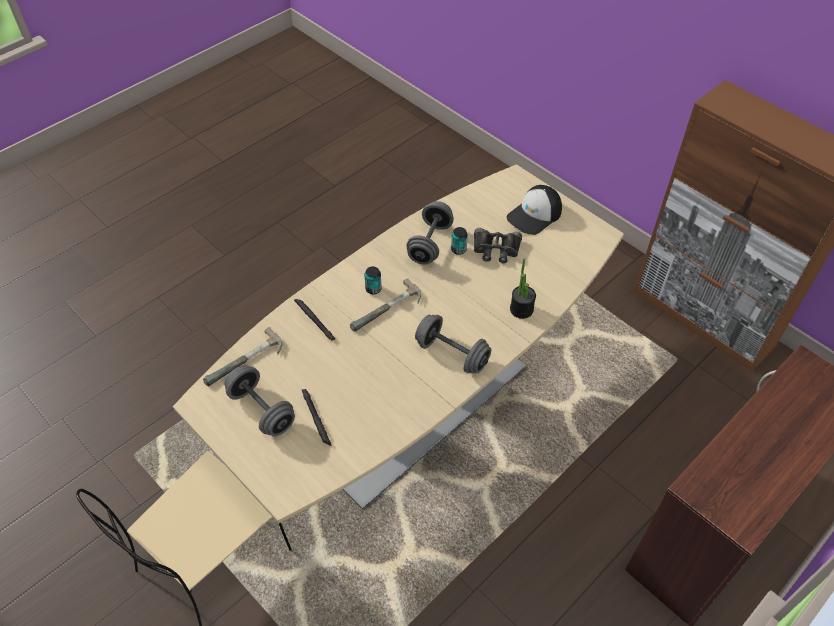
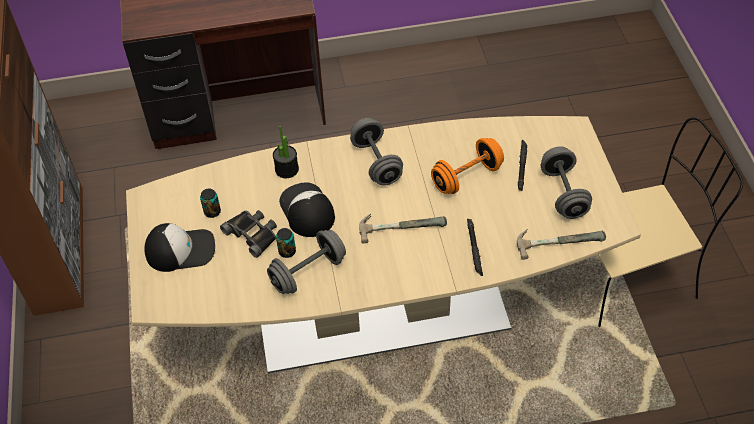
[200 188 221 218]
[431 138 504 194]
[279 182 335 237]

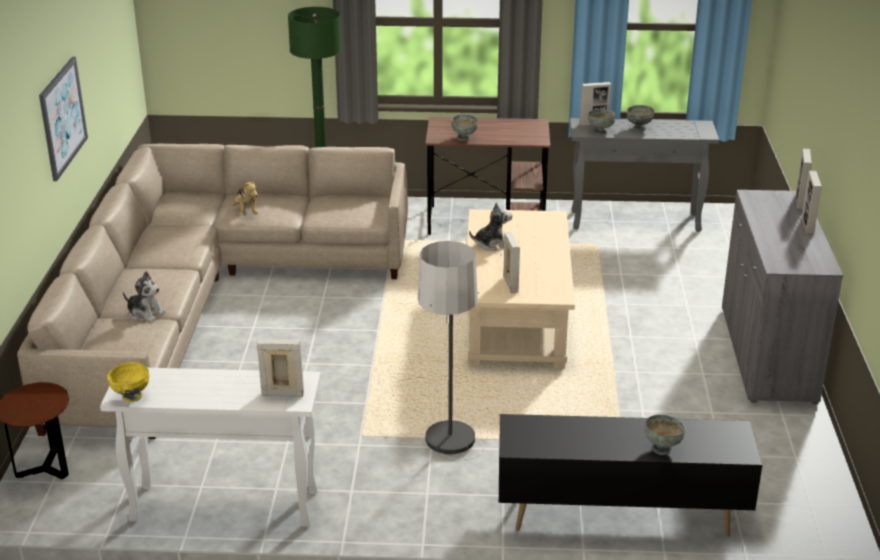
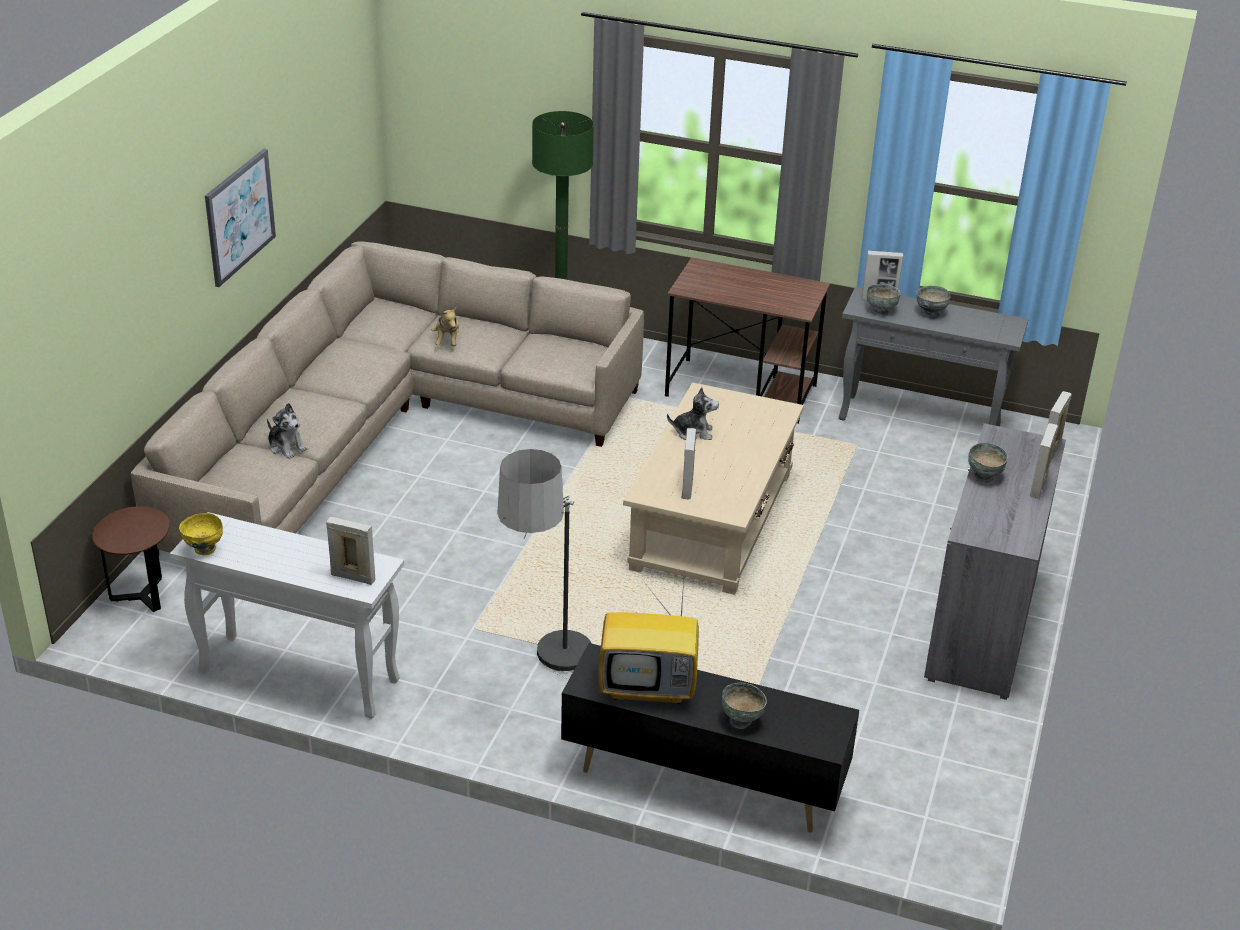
[968 443 1008 483]
[598 581 699 704]

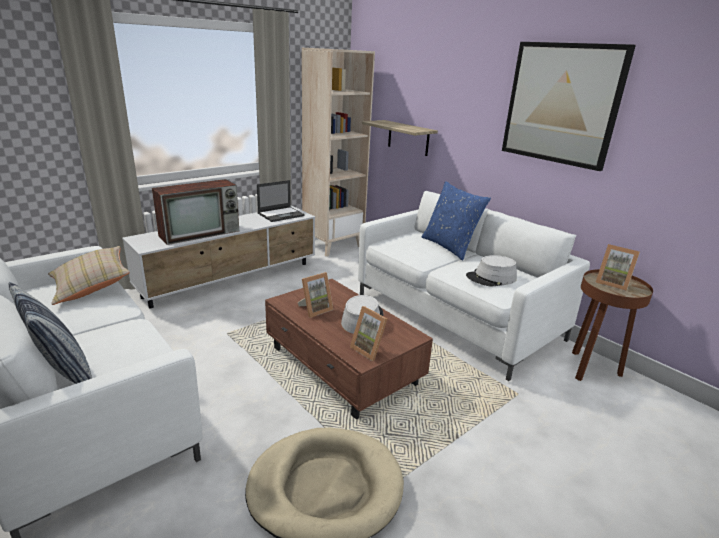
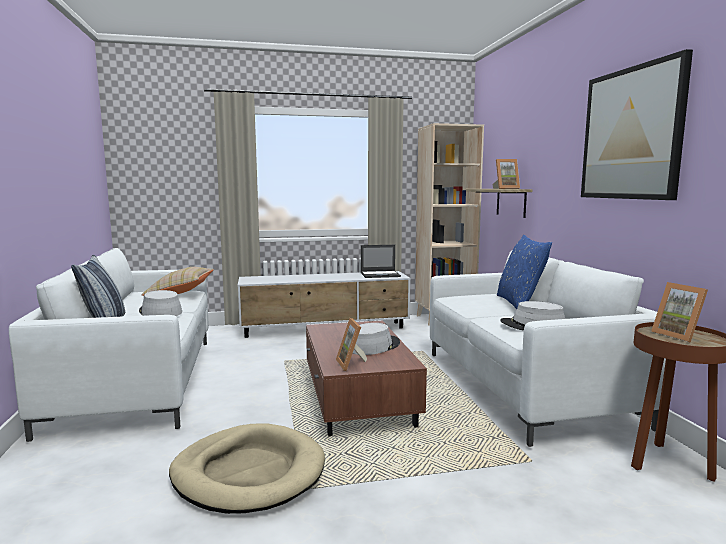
[152 179 239 245] (first image)
[492 159 520 189]
[139 290 182 316]

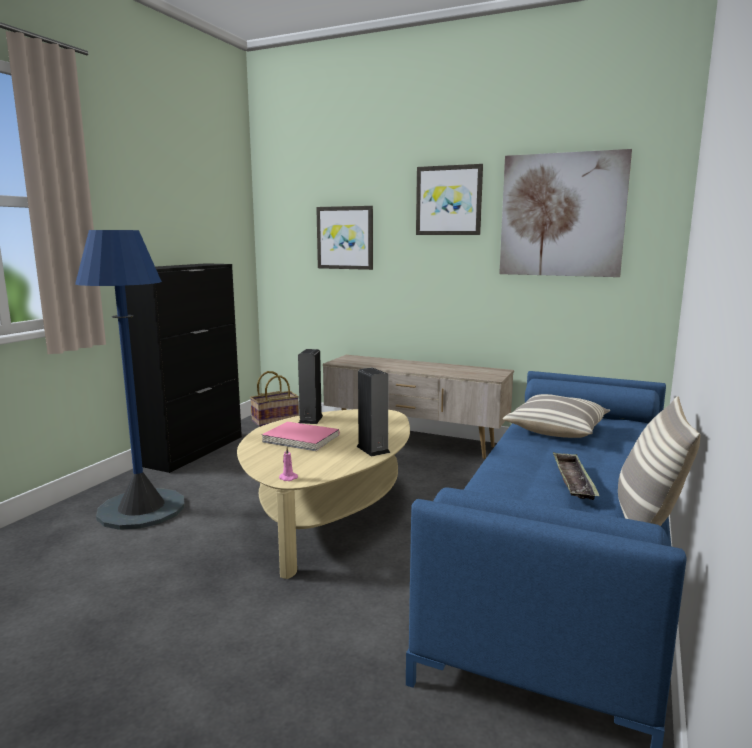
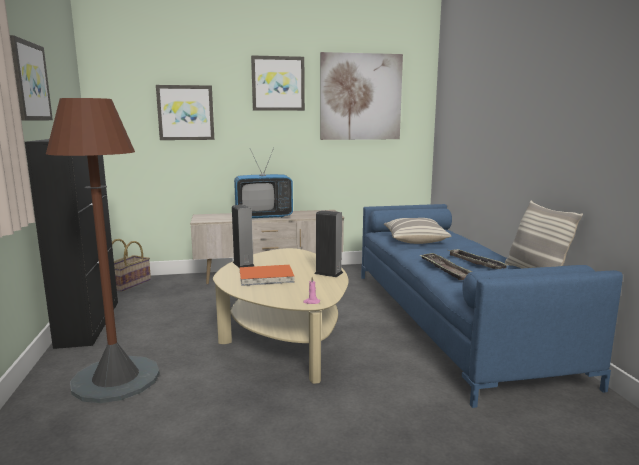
[46 98 160 403]
[240 265 294 286]
[10 35 53 121]
[234 148 293 218]
[419 253 473 280]

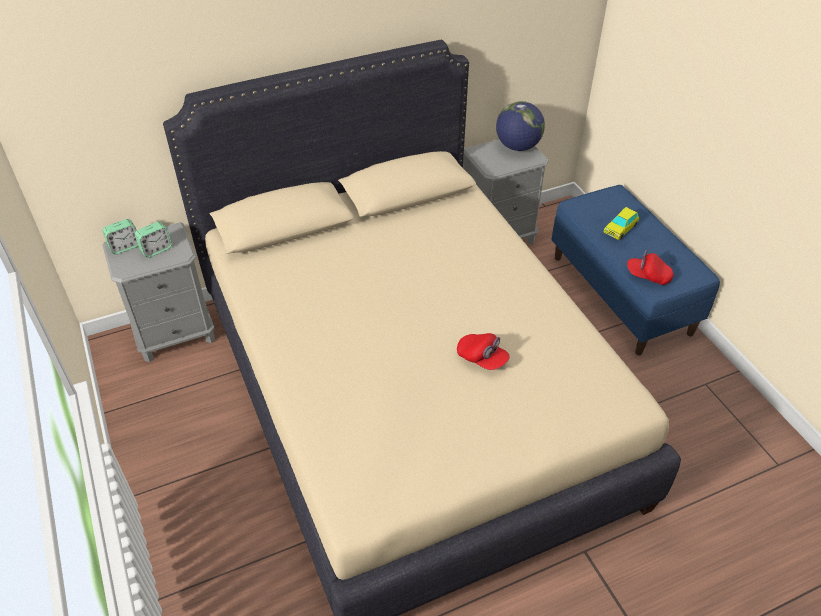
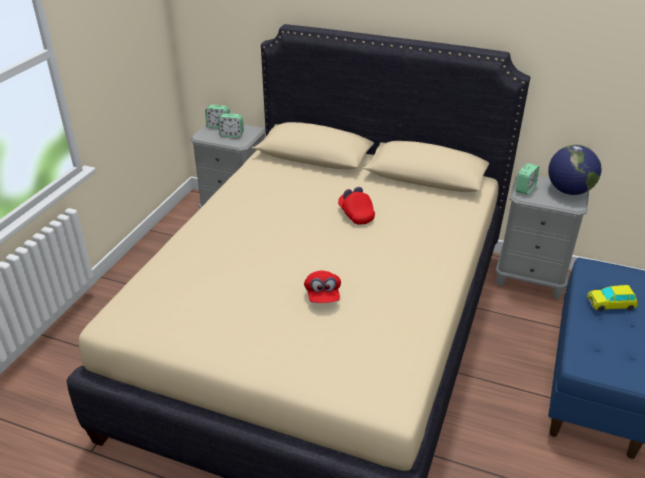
[338 187 375 224]
[516 163 539 195]

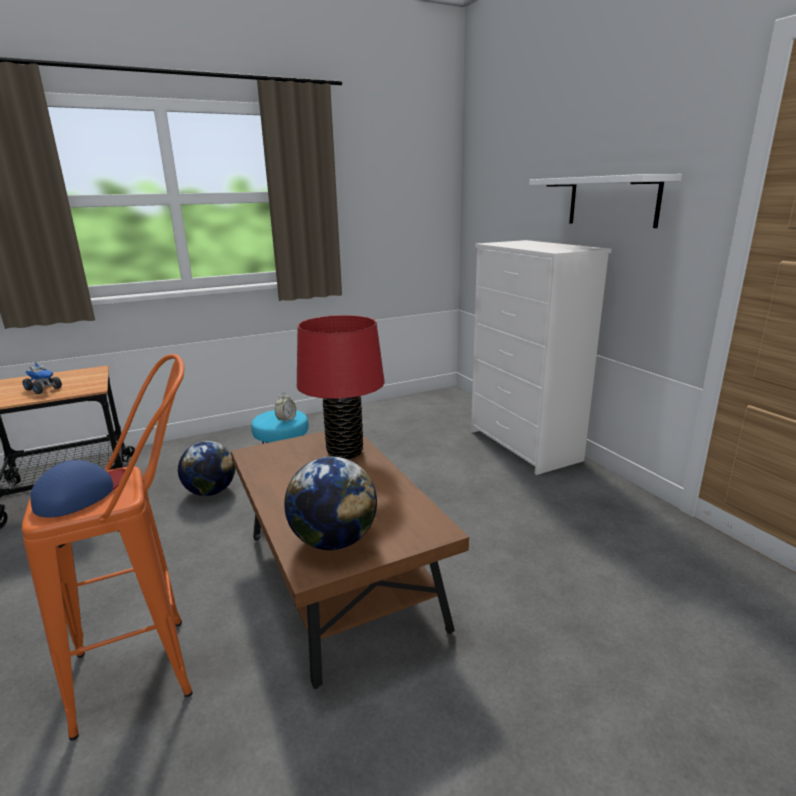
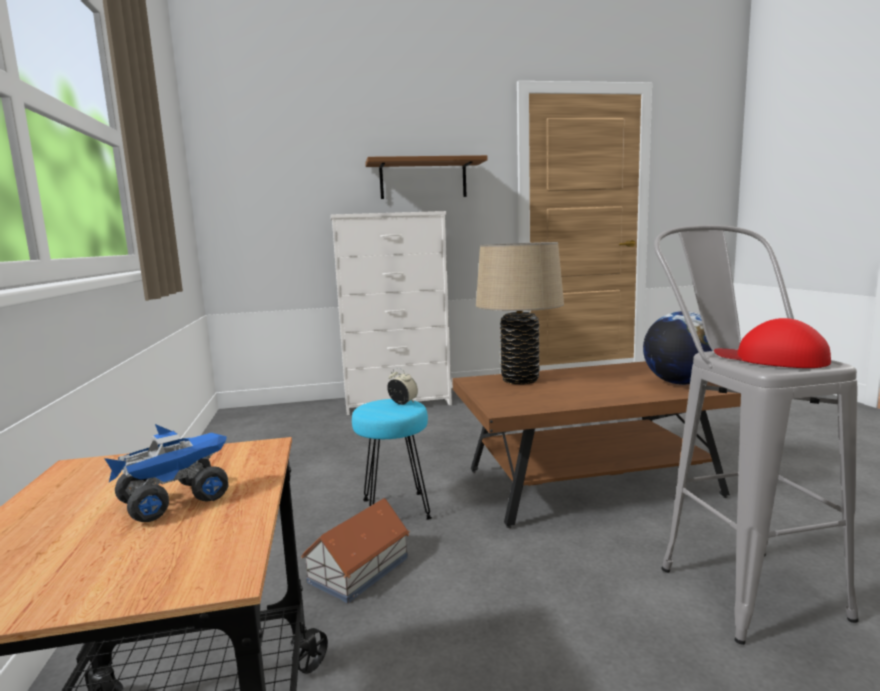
[365 155 488 199]
[476 242 564 384]
[654 225 859 645]
[301 498 410 603]
[714 318 831 368]

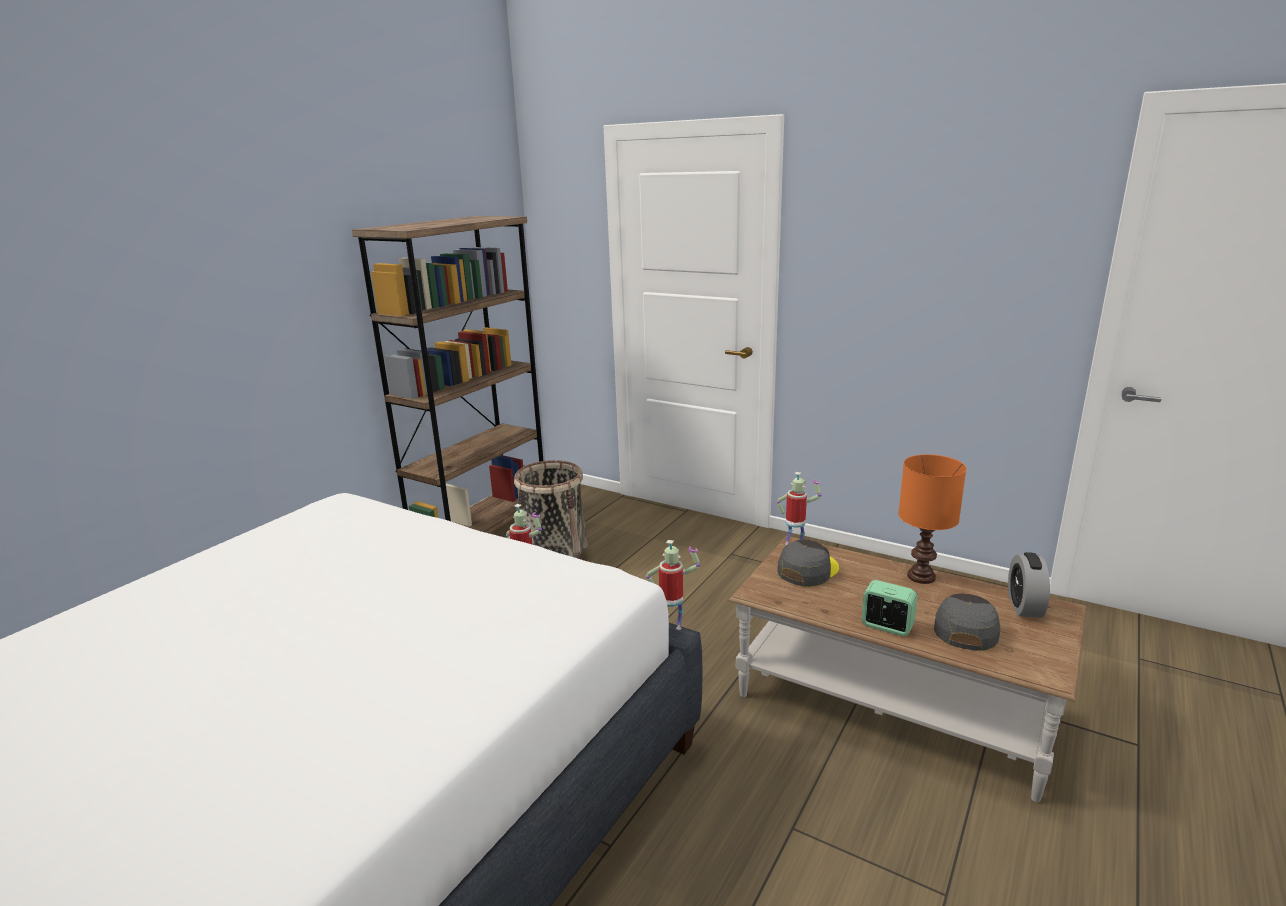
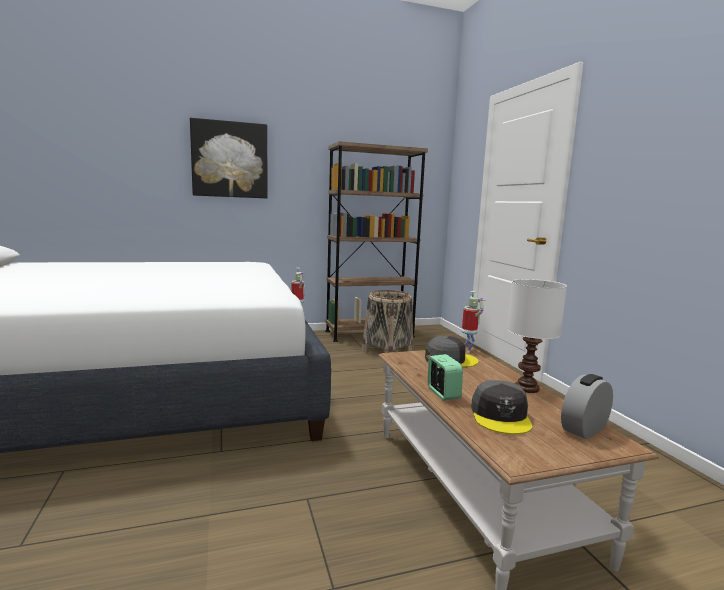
[507 279 567 393]
[646 540 701 630] (first image)
[471 380 532 434]
[190 118 268 198]

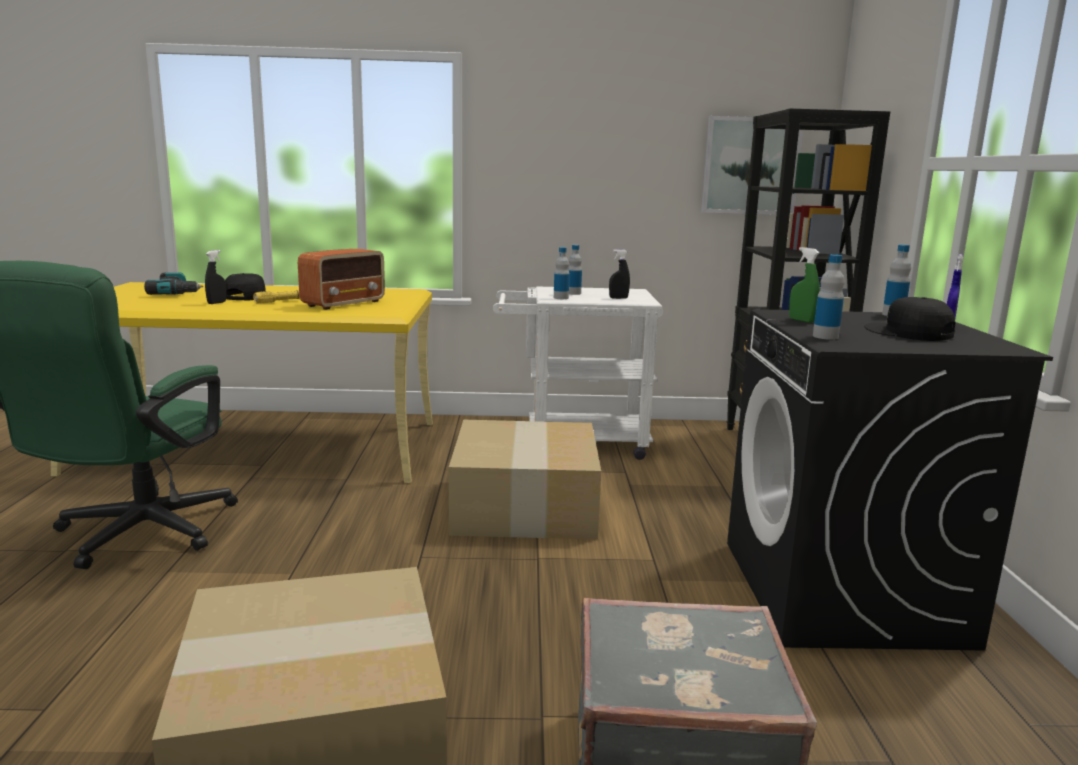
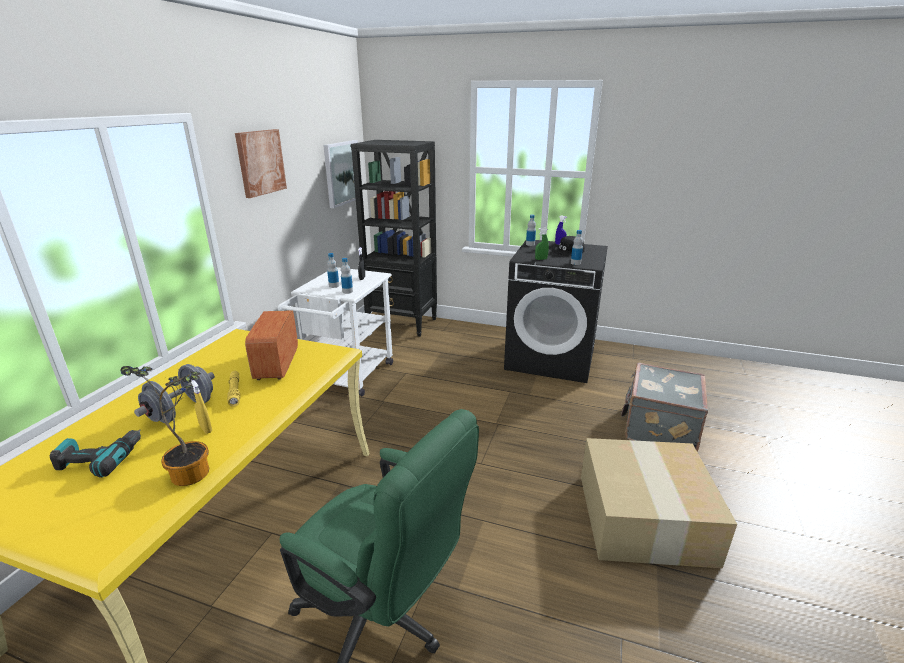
[245 310 298 380]
[191 380 212 434]
[134 364 215 423]
[449 420 601 539] (first image)
[235 129 287 198]
[120 366 209 486]

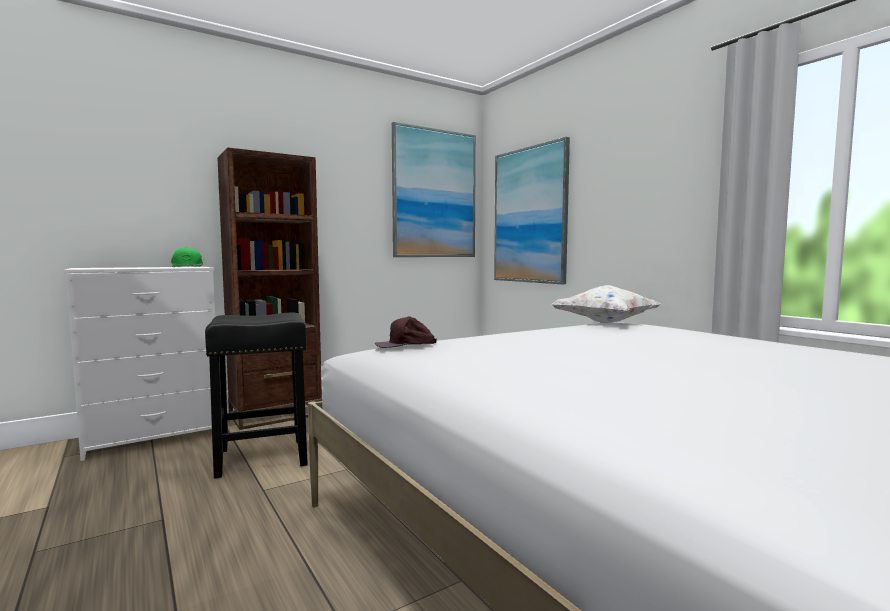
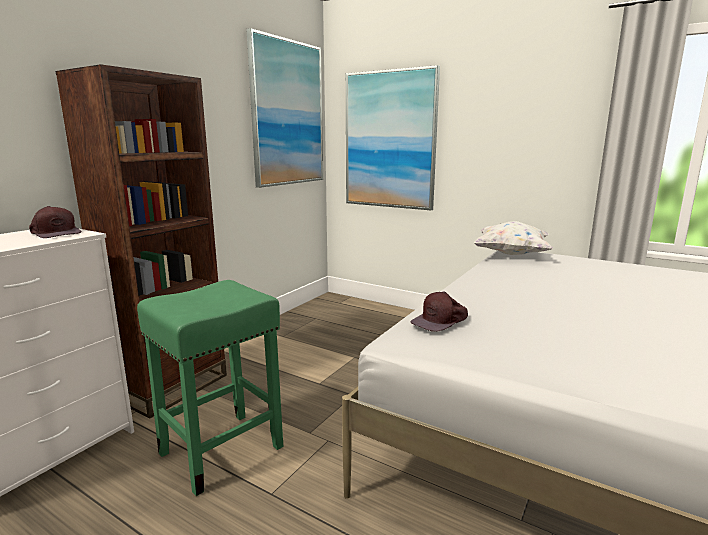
[29 206 82 238]
[137 280 283 496]

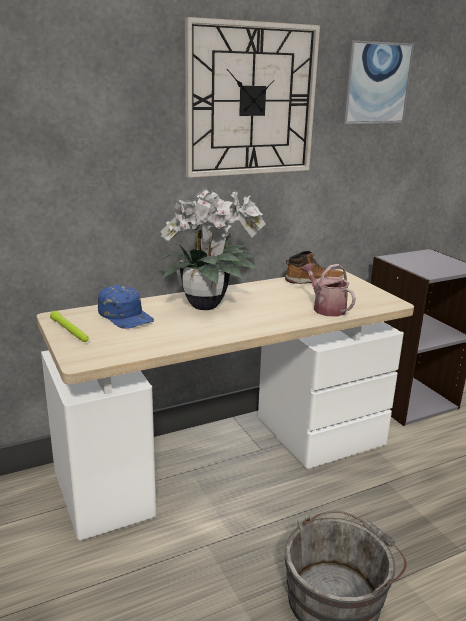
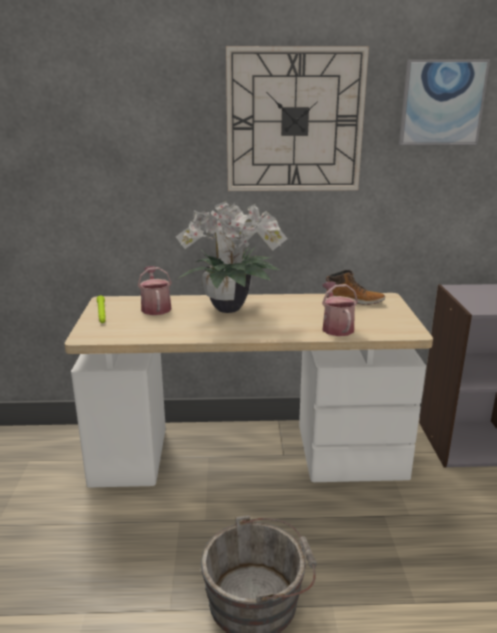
[138 266 172 315]

